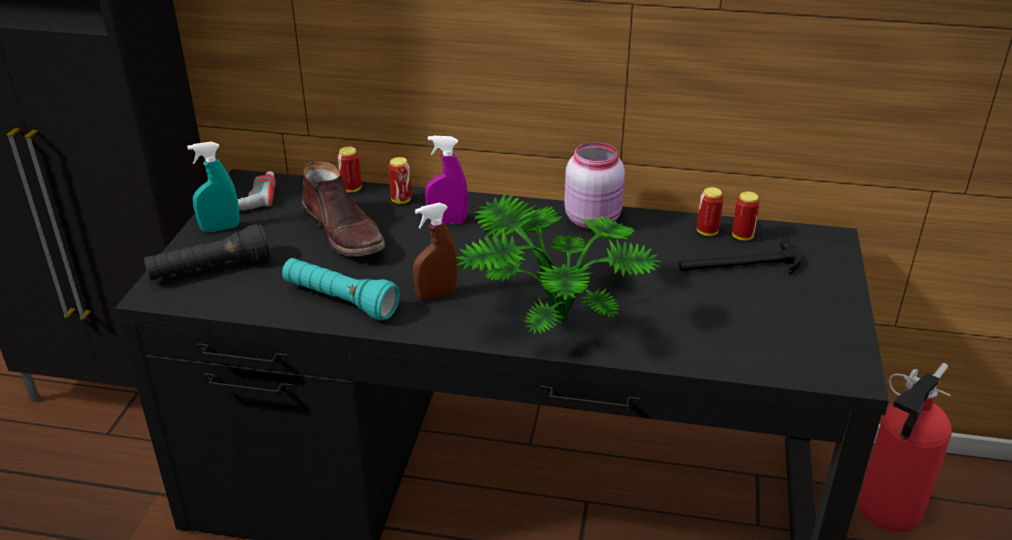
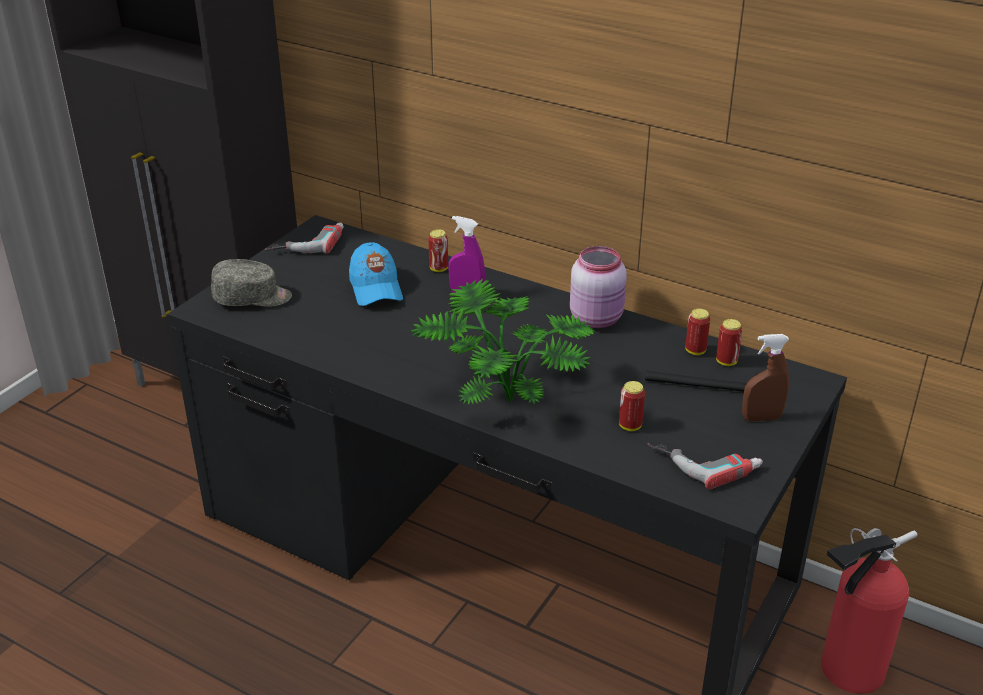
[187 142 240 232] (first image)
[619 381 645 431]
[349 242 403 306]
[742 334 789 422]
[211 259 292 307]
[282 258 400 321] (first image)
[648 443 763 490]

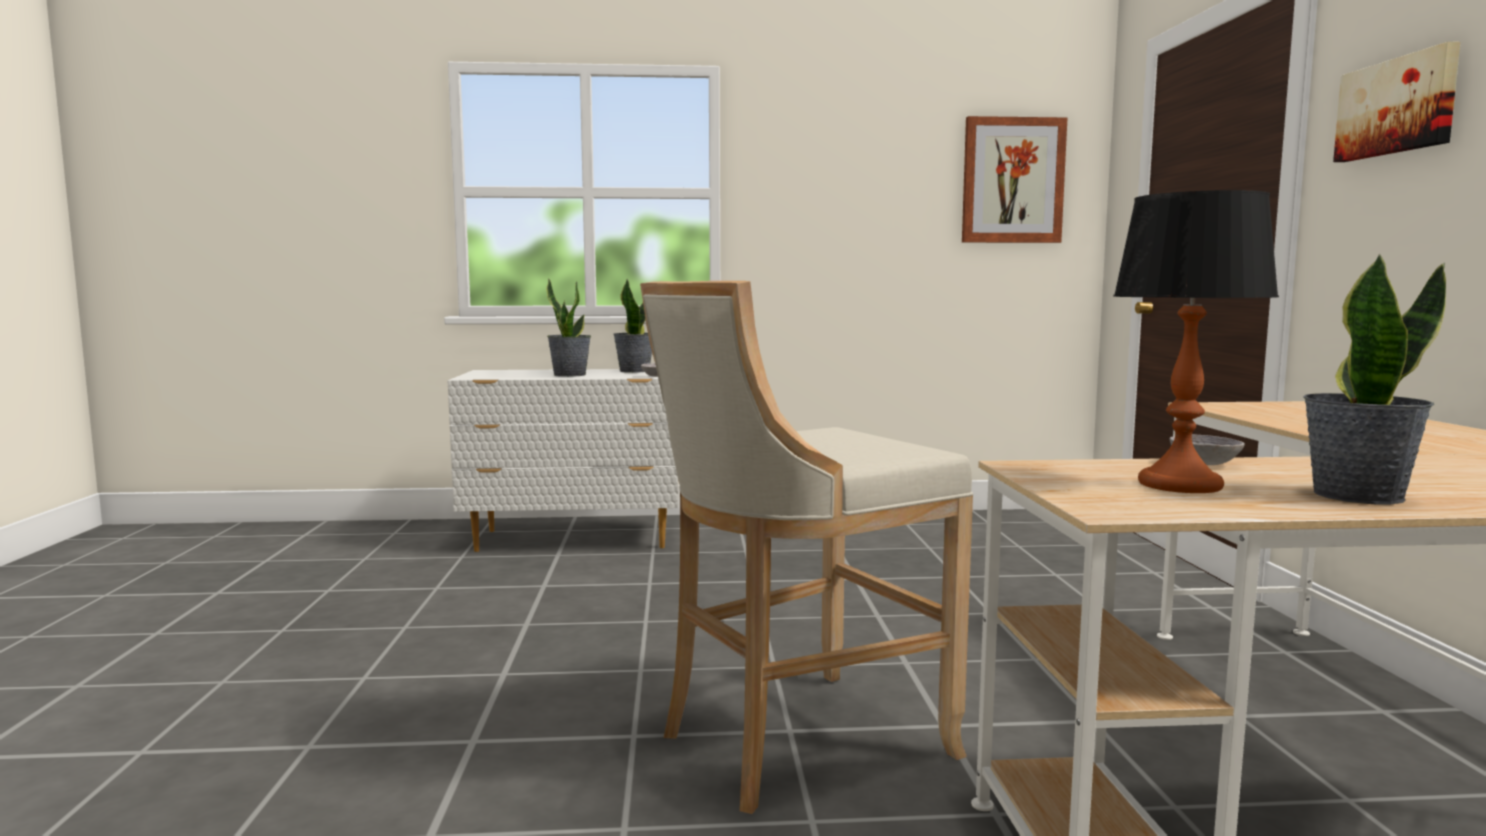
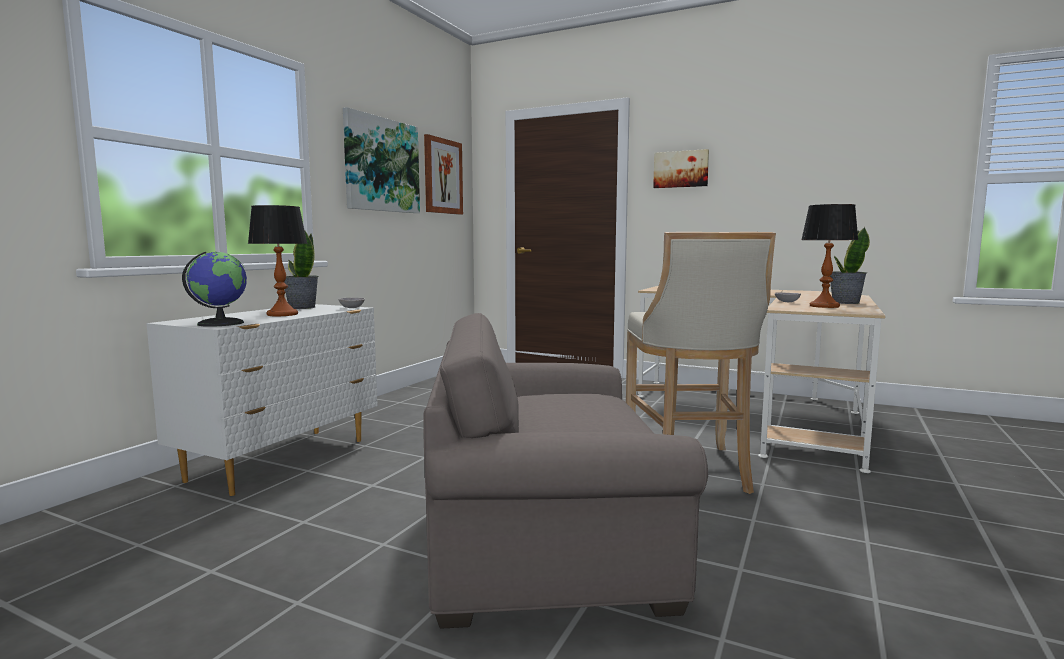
[248 205 308 316]
[343 107 420 213]
[182 252 247 327]
[423 313 708 629]

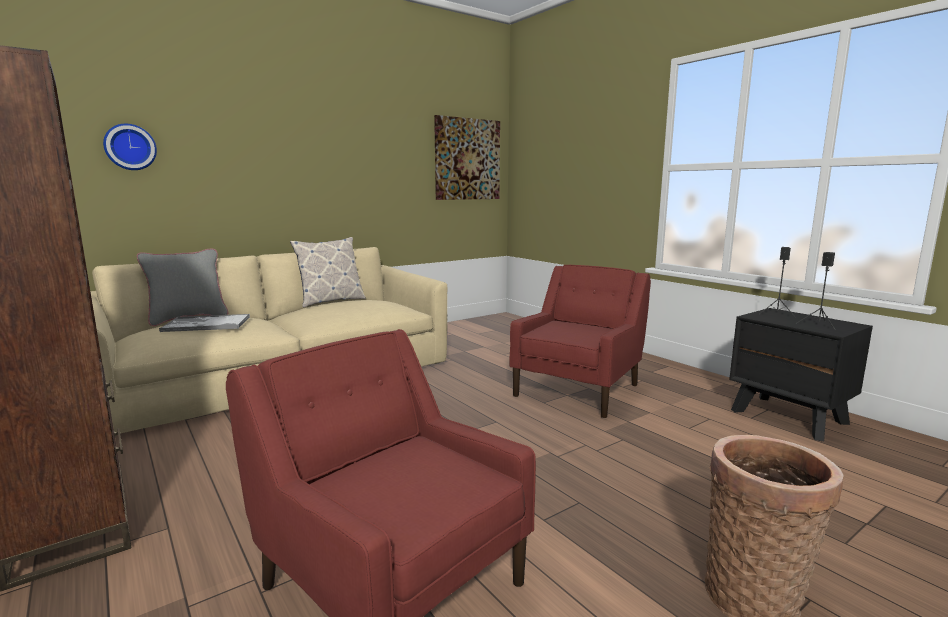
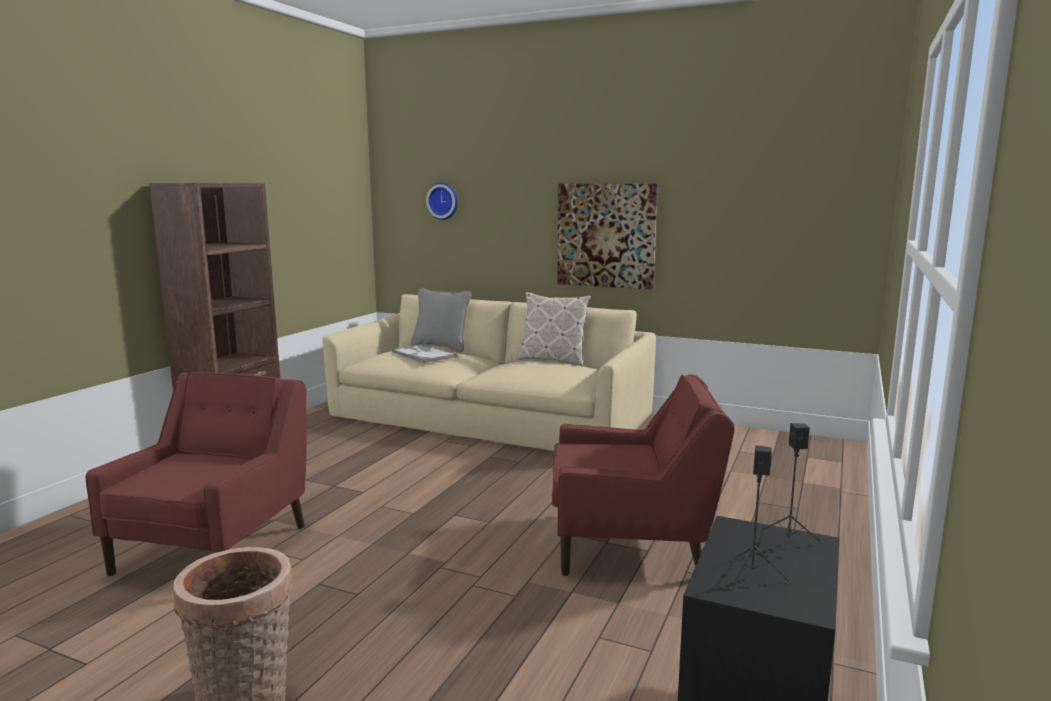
[557 184 658 290]

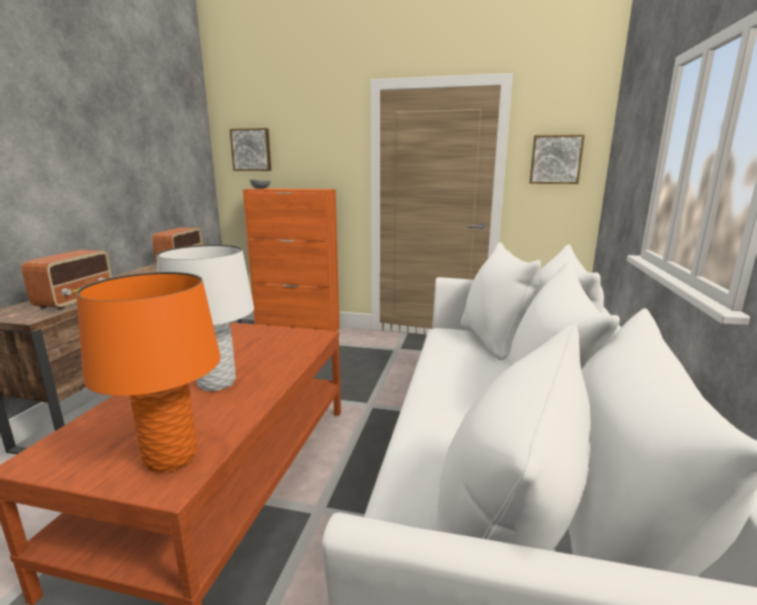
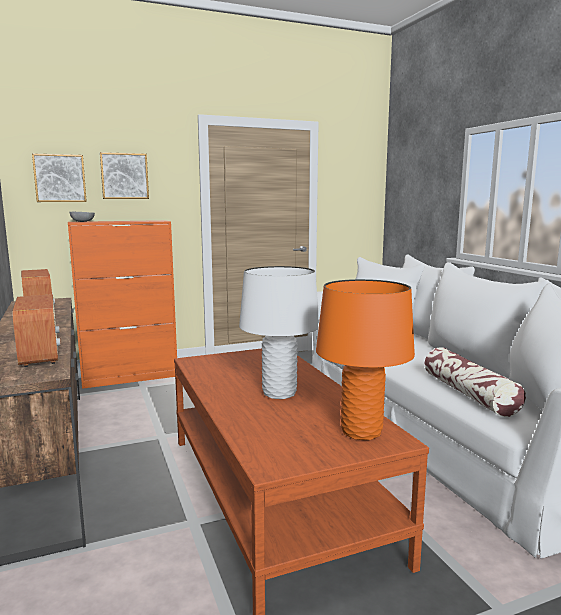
[100 152 149 199]
[425 347 526 417]

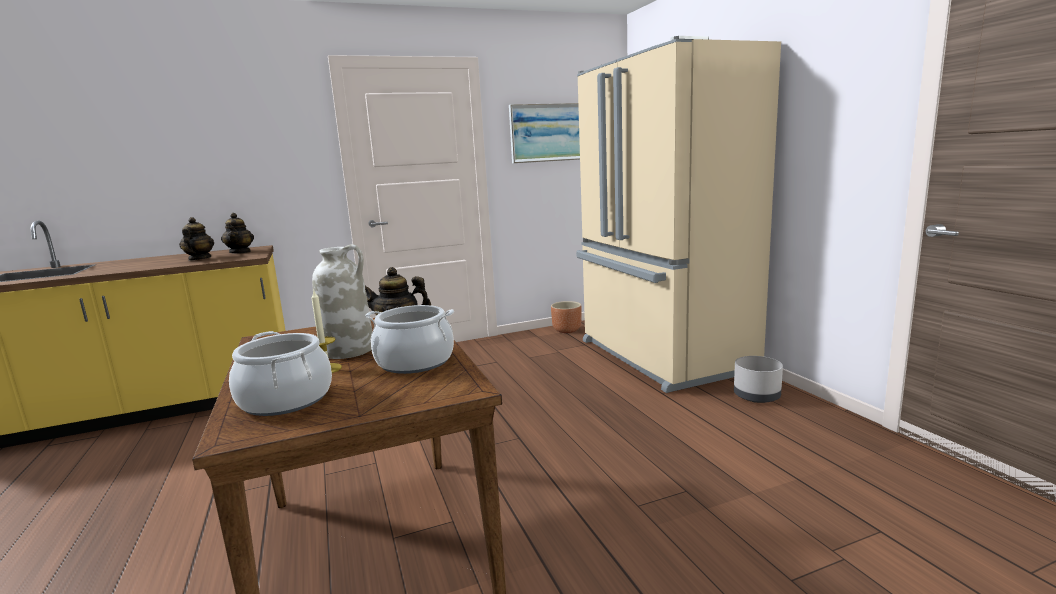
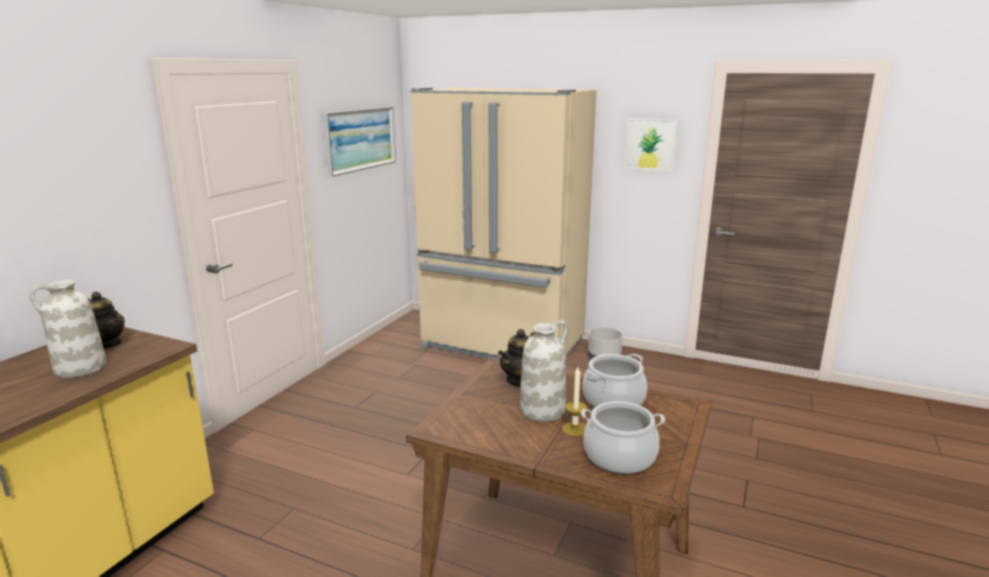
[30 280 107 378]
[551 301 582 333] (first image)
[624 118 679 171]

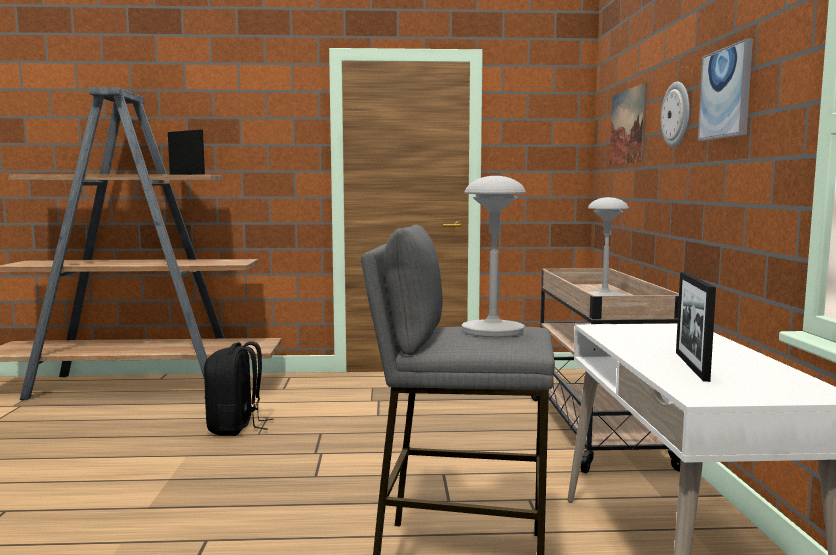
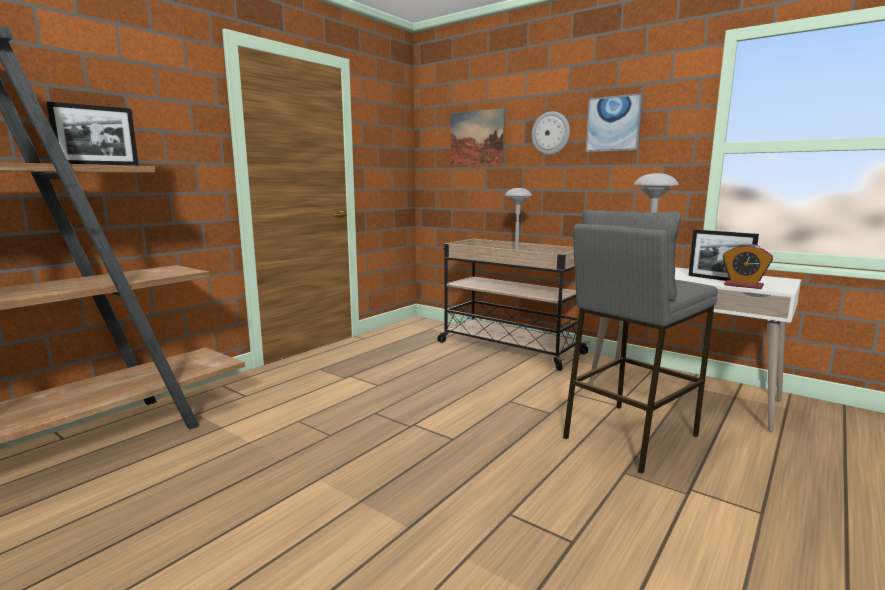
[46 102 139 166]
[204 341 273 436] (first image)
[723 244 773 289]

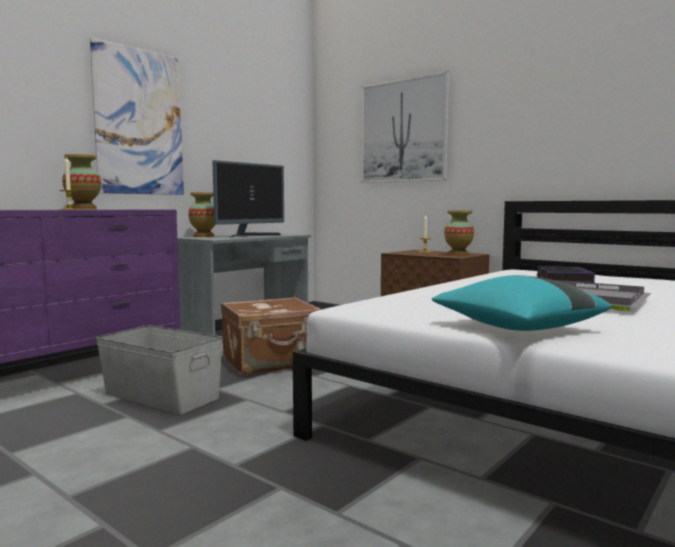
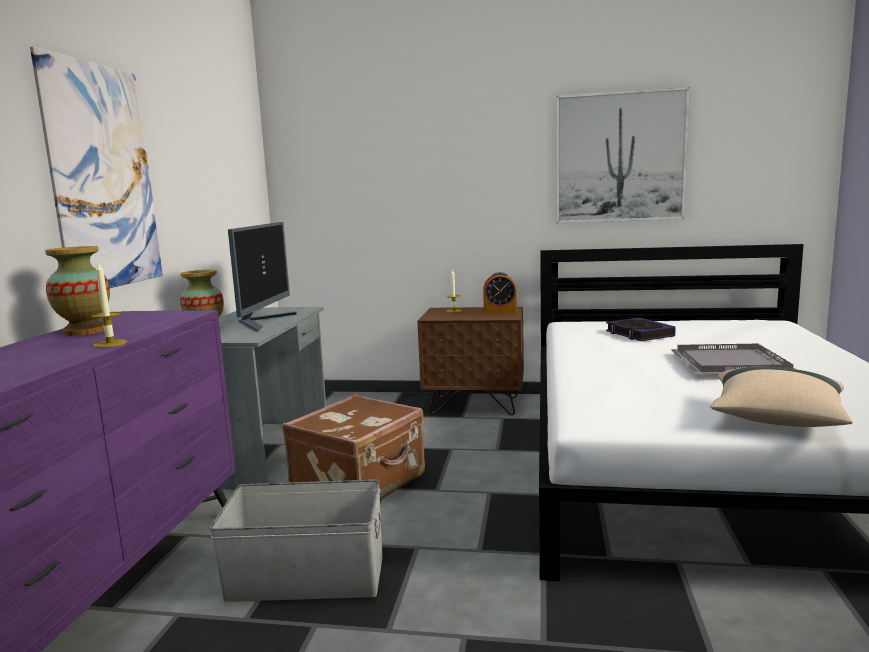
[556 87 690 223]
[483 272 517 314]
[710 367 853 427]

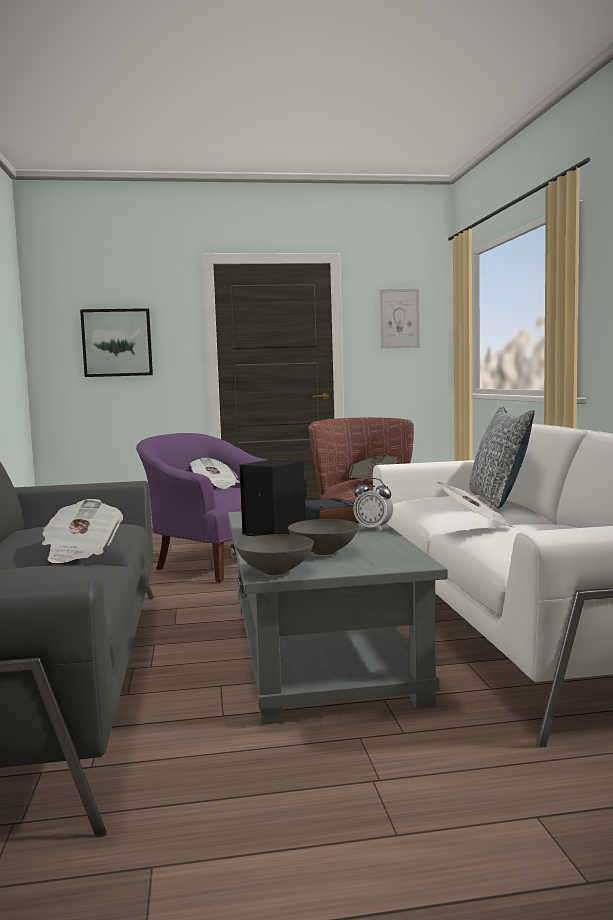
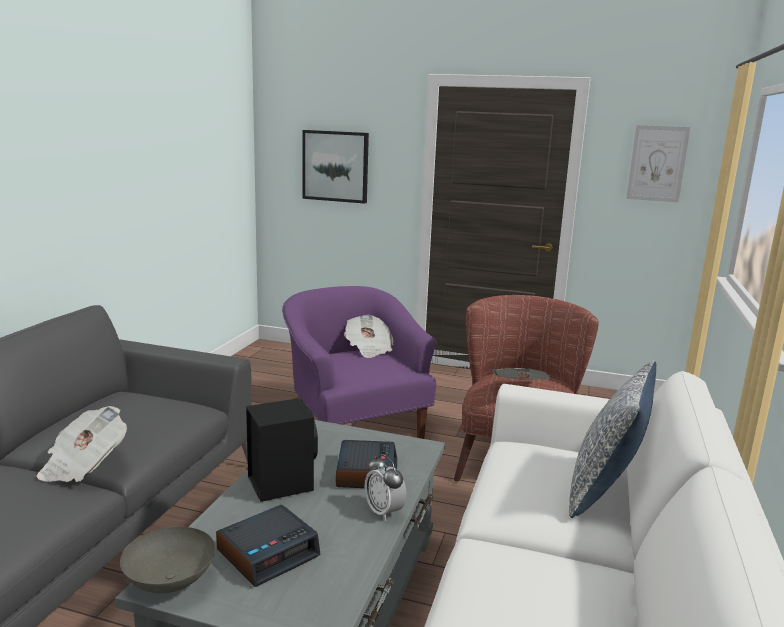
[435 481 513 527] (first image)
[216 504 320 587]

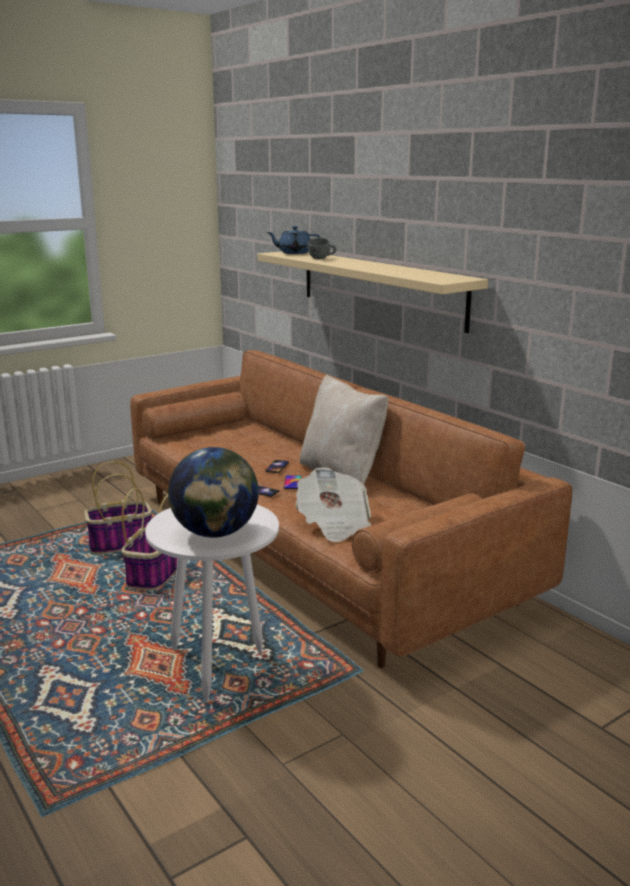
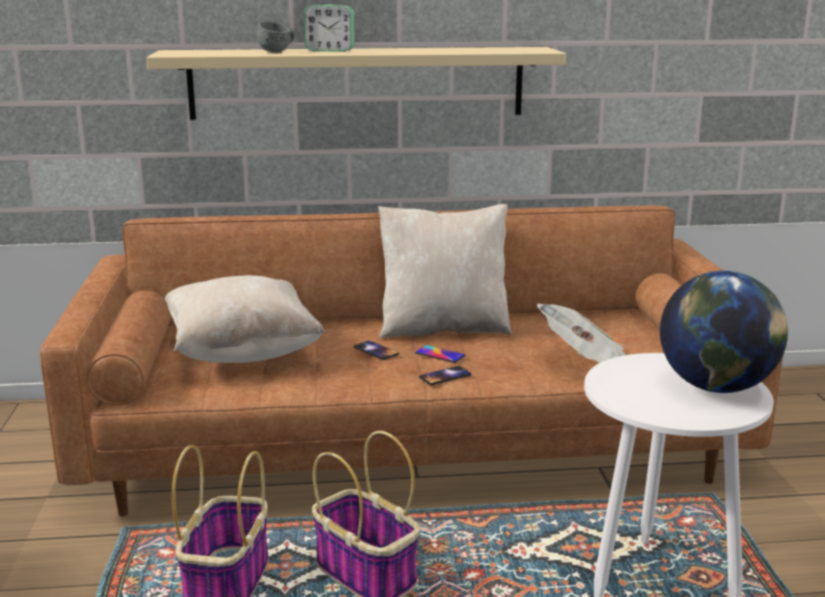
[267 226 320 254] (first image)
[304 5 355 52]
[165 275 325 363]

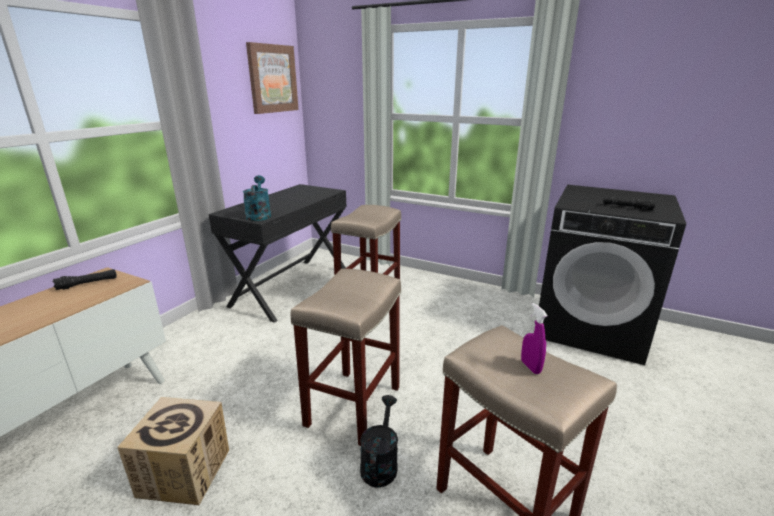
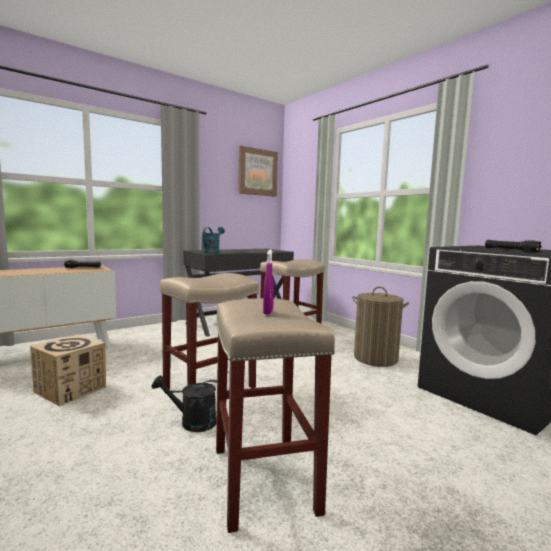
[152 376 217 432]
[352 287 409 367]

